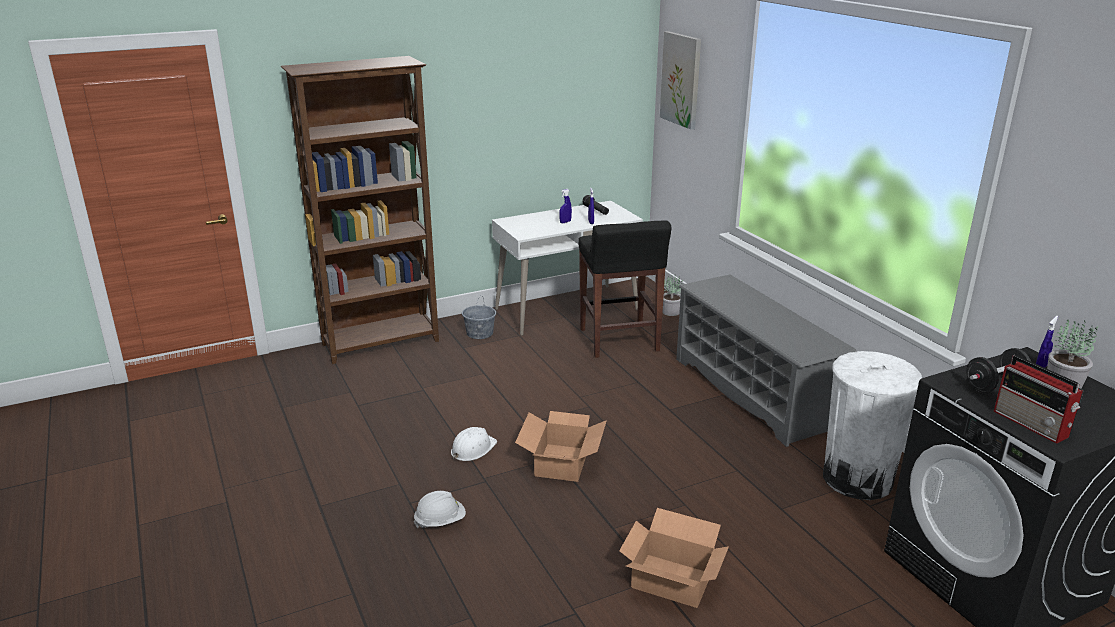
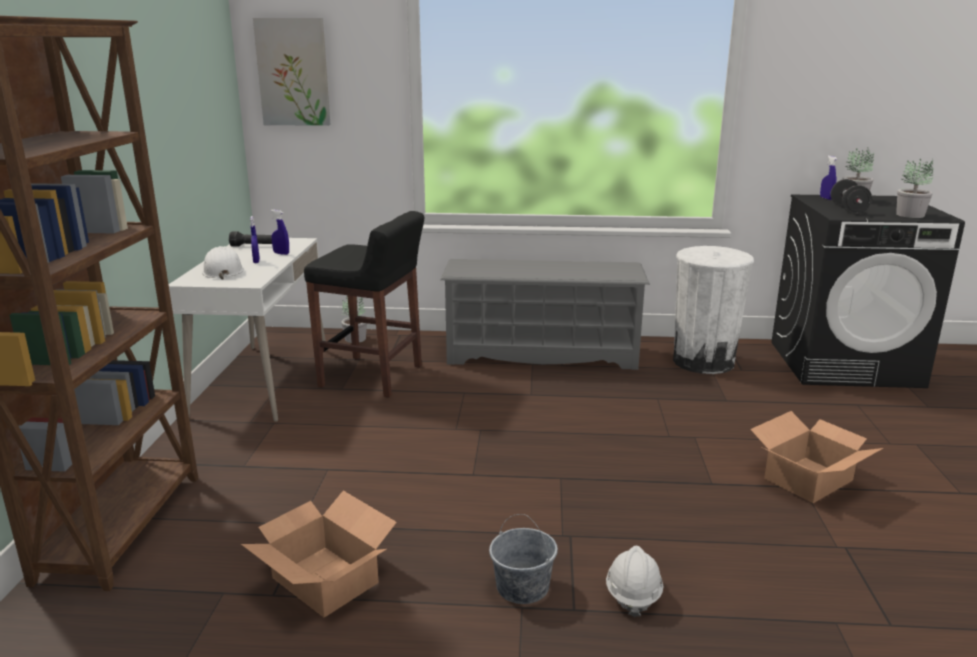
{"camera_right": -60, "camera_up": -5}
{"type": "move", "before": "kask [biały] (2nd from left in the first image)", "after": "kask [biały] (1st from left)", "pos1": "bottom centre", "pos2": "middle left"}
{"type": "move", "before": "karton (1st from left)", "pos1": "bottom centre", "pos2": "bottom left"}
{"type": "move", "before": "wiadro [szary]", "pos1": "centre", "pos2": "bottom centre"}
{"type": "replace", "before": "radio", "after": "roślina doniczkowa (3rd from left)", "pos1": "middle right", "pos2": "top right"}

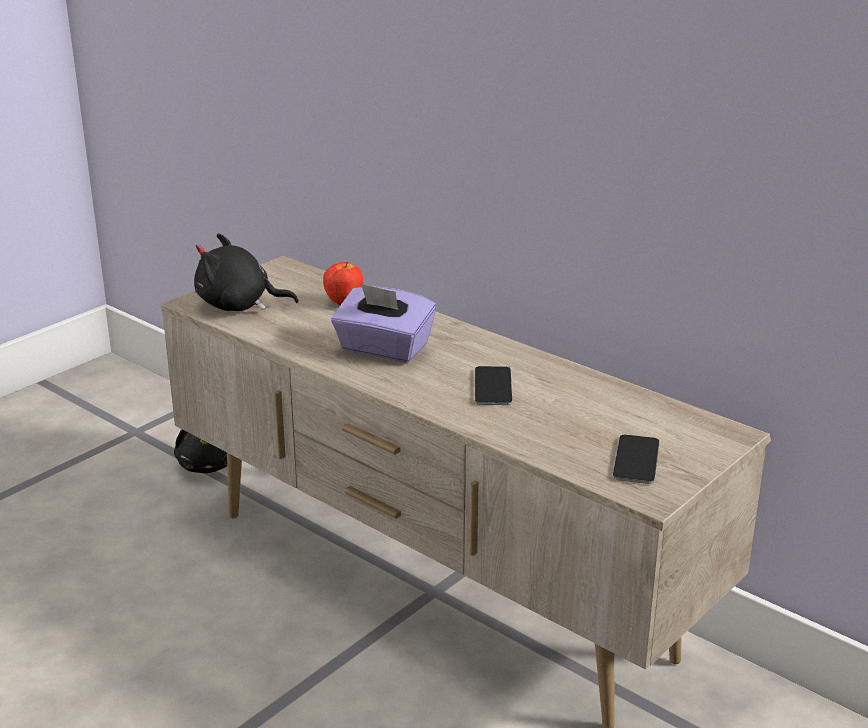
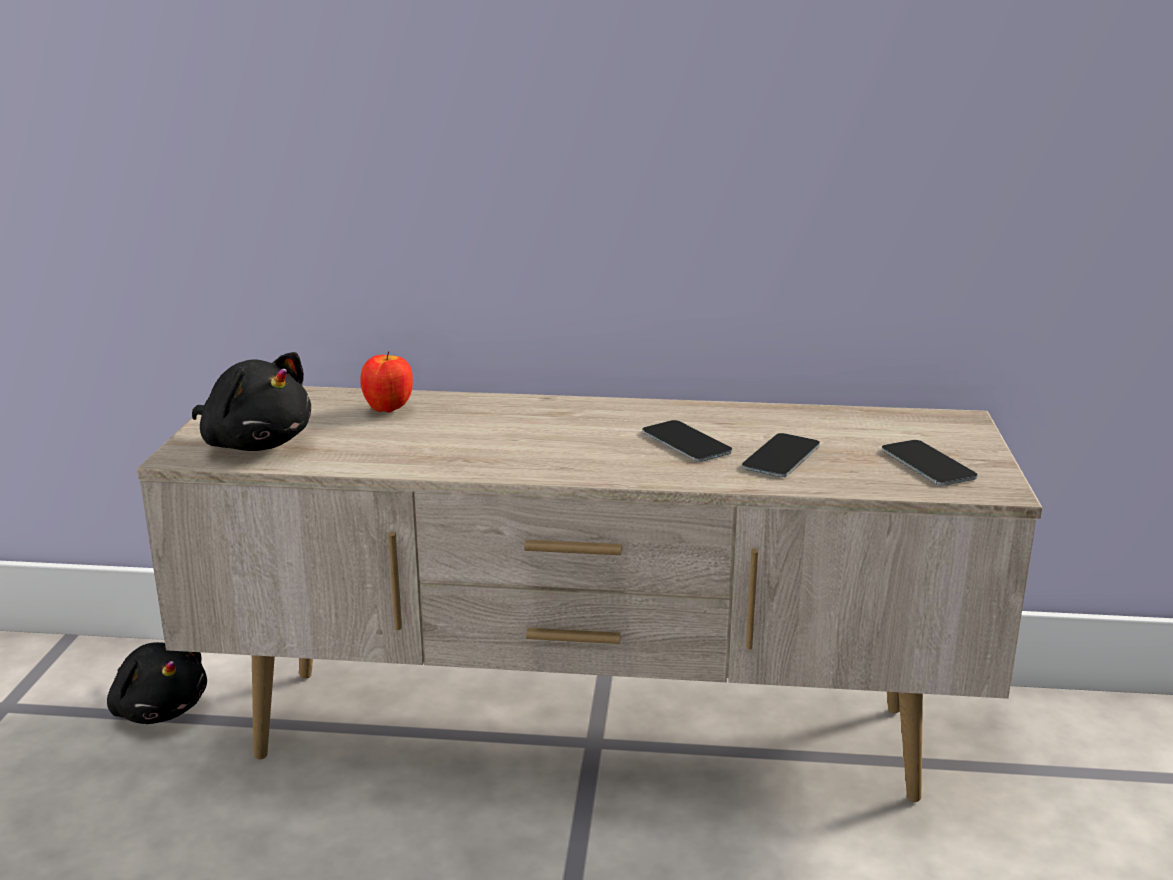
{"camera_right": -35, "camera_up": -5}
{"type": "rotate", "before": "pluszak [czarny] (2nd from left)", "pos1": "middle left", "pos2": "middle left", "turn": -120}
{"type": "insert", "after": "telefon (2nd from left)", "pos2": "centre"}
{"type": "delete", "before": "pudełko chusteczek [fioletowy]", "pos1": "centre"}

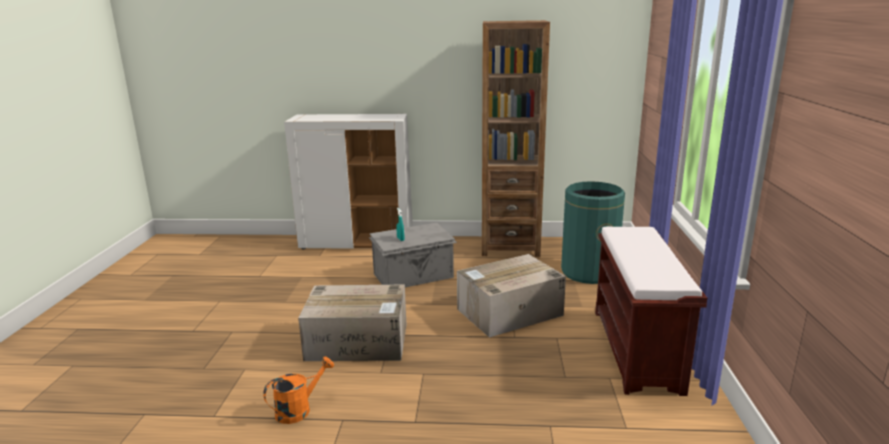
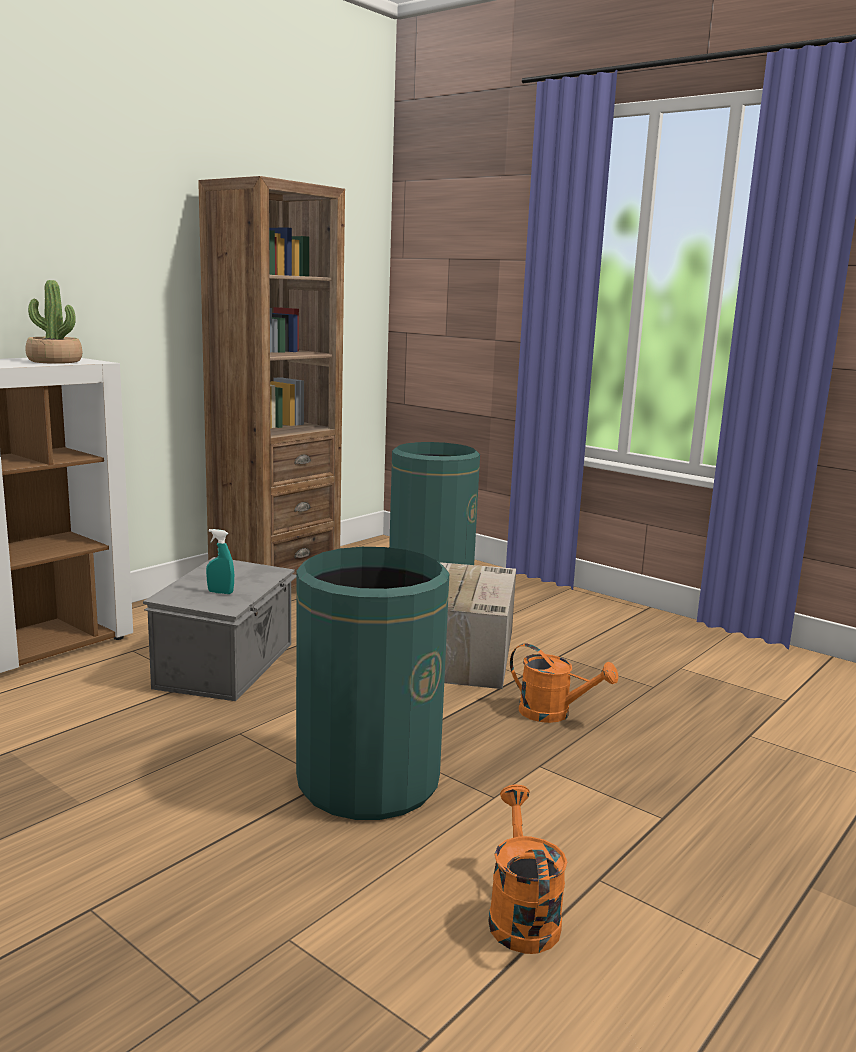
{"camera_right": -55, "camera_up": -5}
{"type": "insert", "after": "roślina doniczkowa", "pos2": "top left"}
{"type": "replace", "before": "karton (1st from left)", "after": "kosz na śmieci [zielony] (1st from left)", "pos1": "bottom centre", "pos2": "centre"}
{"type": "insert", "after": "konewka [pomarańczowy] (2nd from left)", "pos2": "centre"}
{"type": "delete", "before": "ławka [brązowy]", "pos1": "bottom right"}

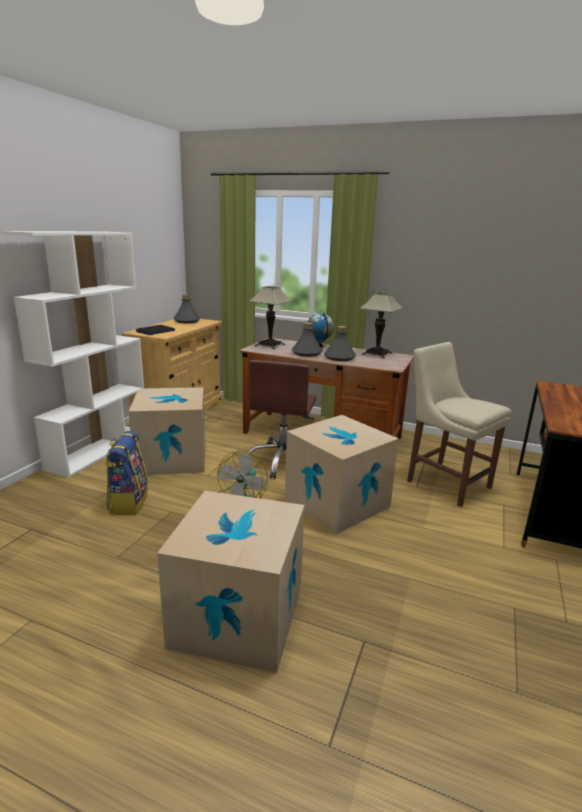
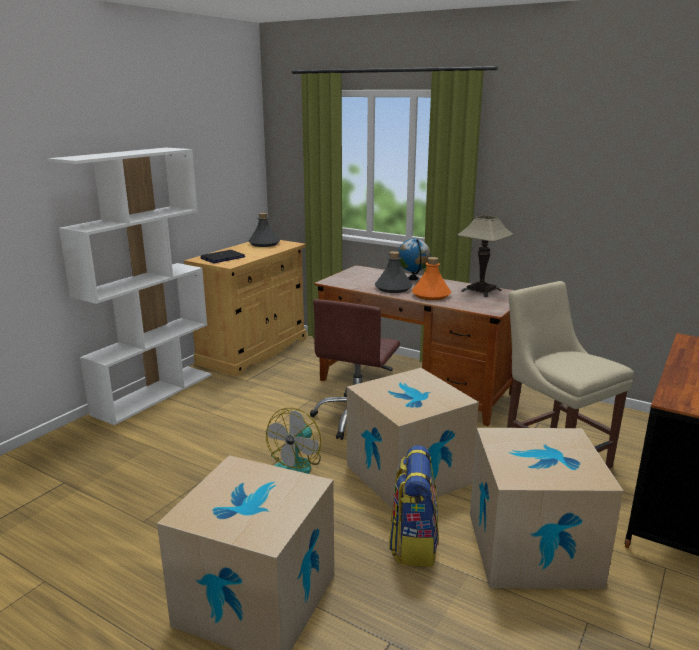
{"camera_right": 10, "camera_up": 0}
{"type": "move", "before": "plecak", "pos1": "middle left", "pos2": "bottom centre"}
{"type": "recolor", "before": "butelka [szary] (3rd from left)", "after": "butelka [pomarańczowy]", "pos1": "centre", "pos2": "centre"}
{"type": "move", "before": "karton (1st from left in the first image)", "after": "karton (3rd from left)", "pos1": "middle left", "pos2": "bottom right"}
{"type": "delete", "before": "lampa stołowa (1st from left)", "pos1": "centre"}

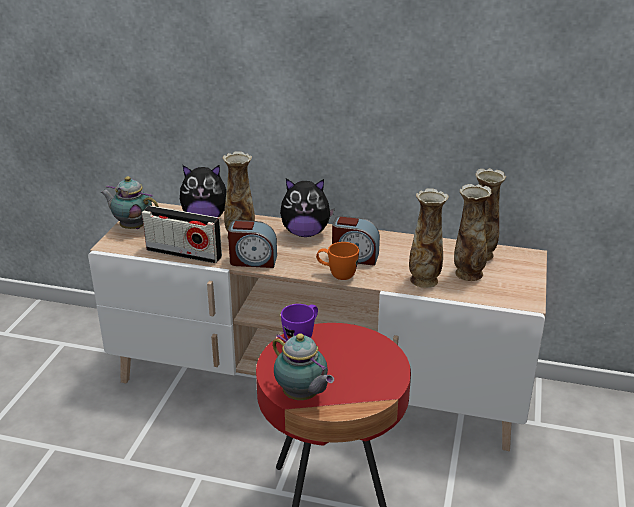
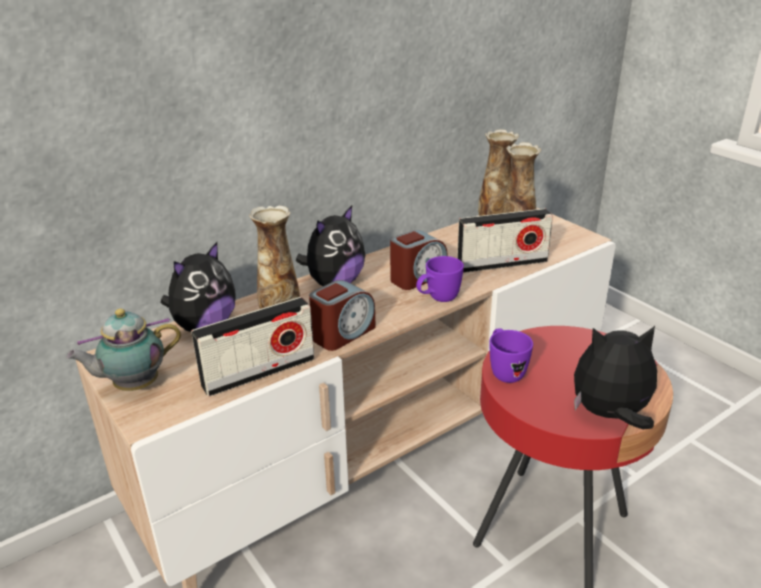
{"camera_right": -50, "camera_up": 0}
{"type": "recolor", "before": "kubek [pomarańczowy]", "after": "kubek [fioletowy] (1st from left)", "pos1": "centre", "pos2": "centre"}
{"type": "replace", "before": "wazon (2nd from left)", "after": "radio (2nd from left)", "pos1": "middle right", "pos2": "centre"}
{"type": "replace", "before": "imbryk (2nd from left)", "after": "pluszak (3rd from left)", "pos1": "bottom centre", "pos2": "middle right"}

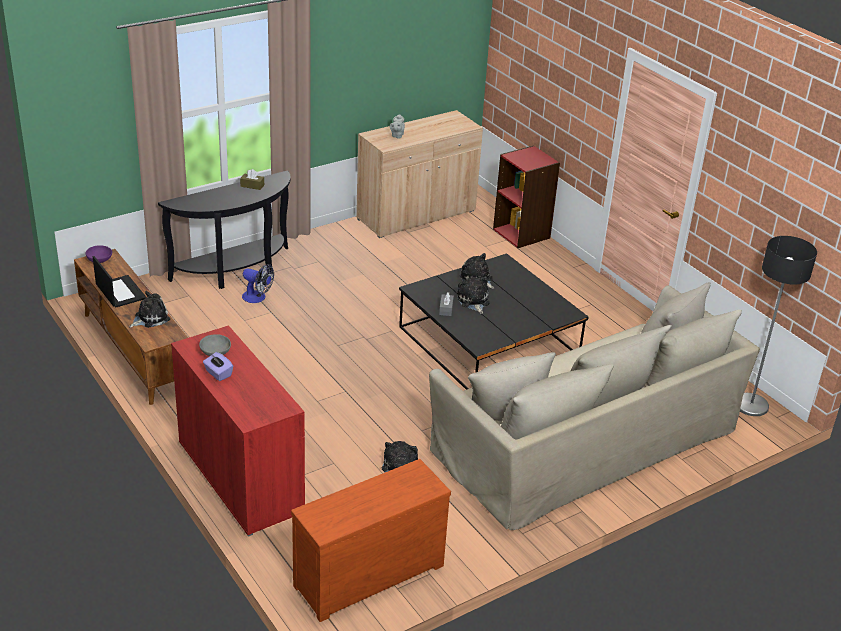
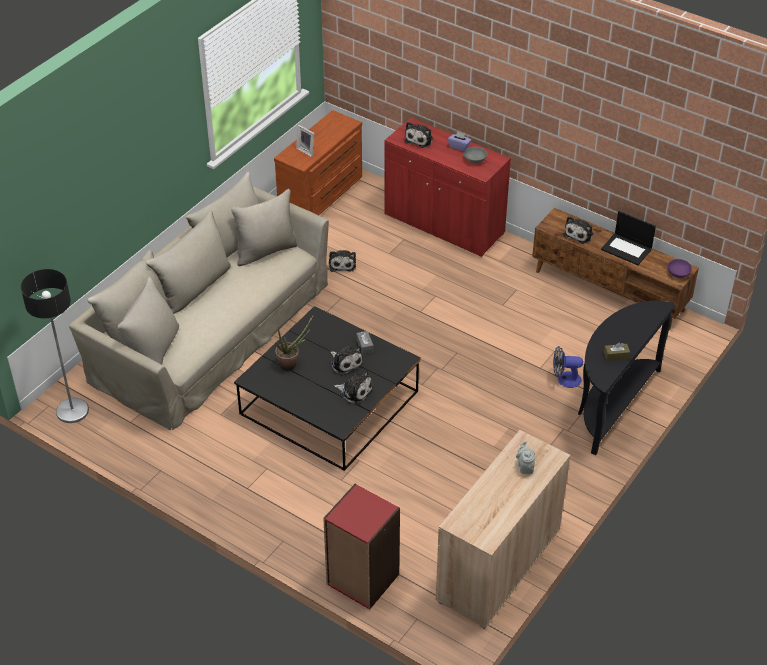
{"camera_right": 160, "camera_up": 10}
{"type": "insert", "after": "roślina doniczkowa", "pos2": "centre"}
{"type": "insert", "after": "ramka na zdjęcie", "pos2": "top centre"}
{"type": "insert", "after": "pluszak (4th from left)", "pos2": "top centre"}

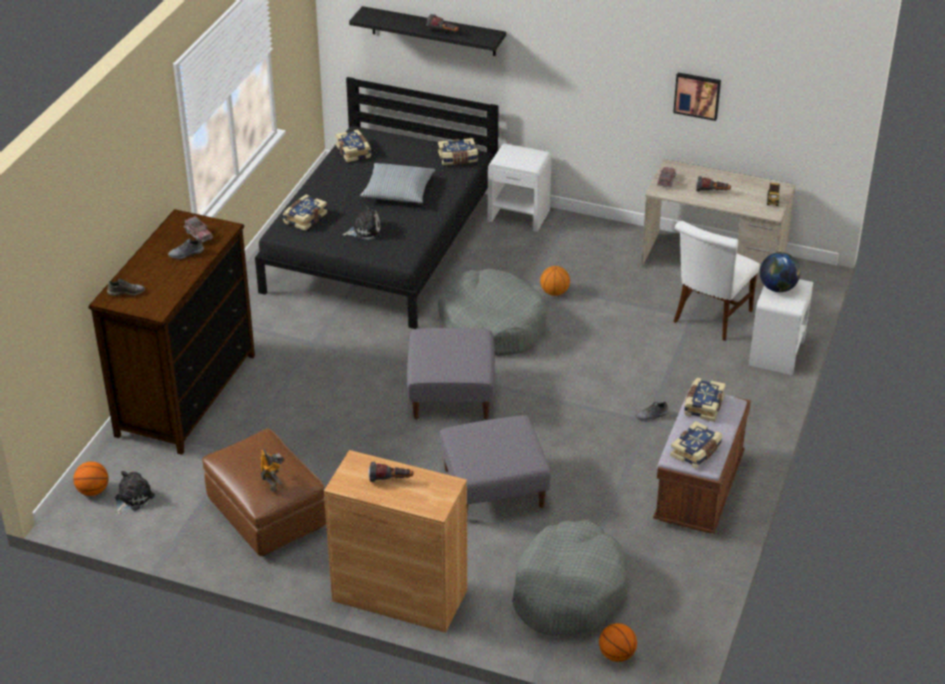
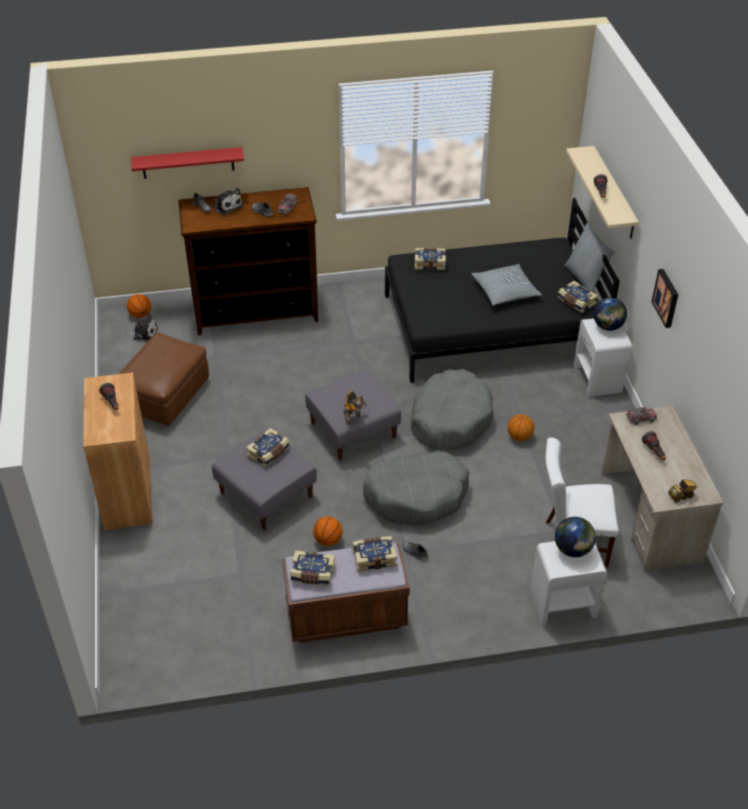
{"camera_right": 60, "camera_up": 5}
{"type": "insert", "after": "półka [czerwony]", "pos2": "top left"}
{"type": "move", "before": "pluszak (2nd from left)", "pos1": "top centre", "pos2": "top left"}
{"type": "move", "before": "książka (2nd from left in the first image)", "after": "książka (1st from left)", "pos1": "top centre", "pos2": "centre"}
{"type": "move", "before": "piłka do koszykówki (3rd from left in the first image)", "after": "piłka do koszykówki (2nd from left)", "pos1": "bottom centre", "pos2": "centre"}
{"type": "move", "before": "robot zabawkowy", "pos1": "bottom left", "pos2": "centre"}
{"type": "move", "before": "legowisko [szary] (2nd from left in the first image)", "after": "legowisko [szary] (1st from left)", "pos1": "bottom centre", "pos2": "centre"}
{"type": "insert", "after": "poduszka (2nd from left)", "pos2": "top right"}
{"type": "recolor", "before": "półka [czarny]", "after": "półka [beżowy]", "pos1": "top centre", "pos2": "top right"}
{"type": "insert", "after": "globus (2nd from left)", "pos2": "middle right"}
{"type": "move", "before": "obraz", "pos1": "top right", "pos2": "middle right"}

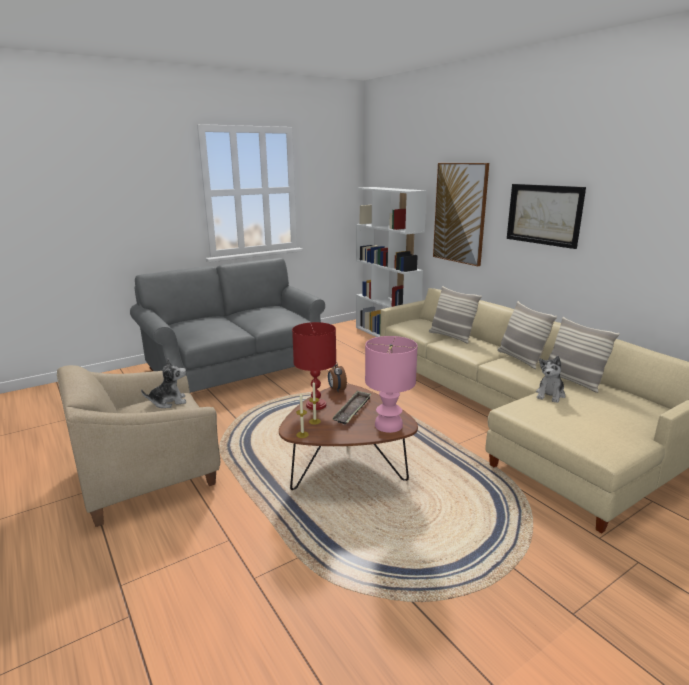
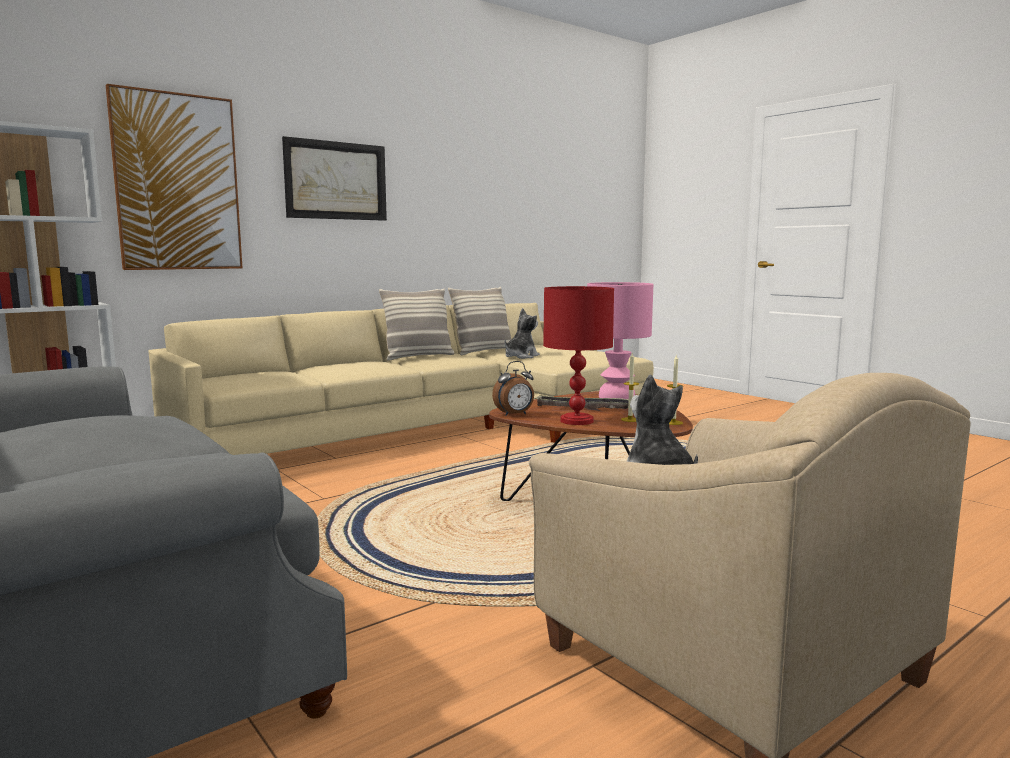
{"camera_right": -95, "camera_up": -10}
{"type": "rotate", "before": "pluszak (2nd from left in the first image)", "pos1": "middle right", "pos2": "centre", "turn": -75}
{"type": "delete", "before": "poduszka (1st from left)", "pos1": "centre"}

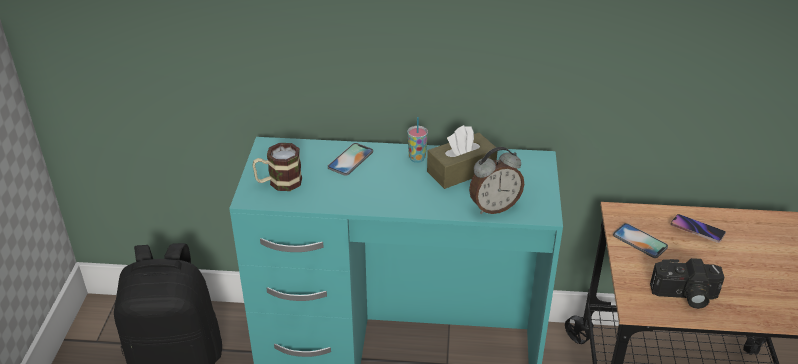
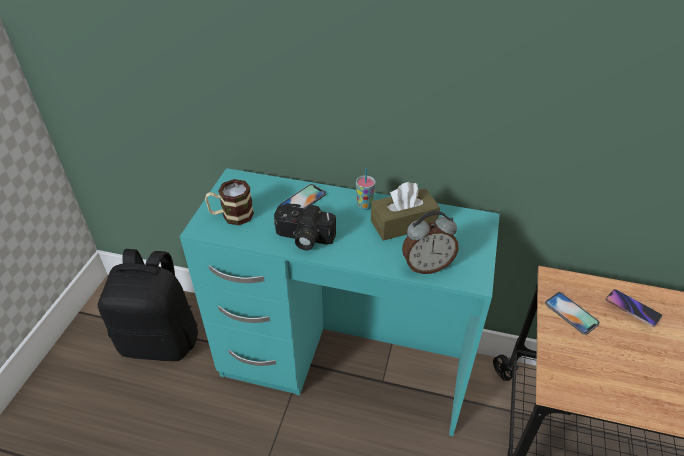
{"camera_right": 10, "camera_up": 5}
{"type": "move", "before": "aparat fotograficzny", "pos1": "bottom right", "pos2": "centre"}

